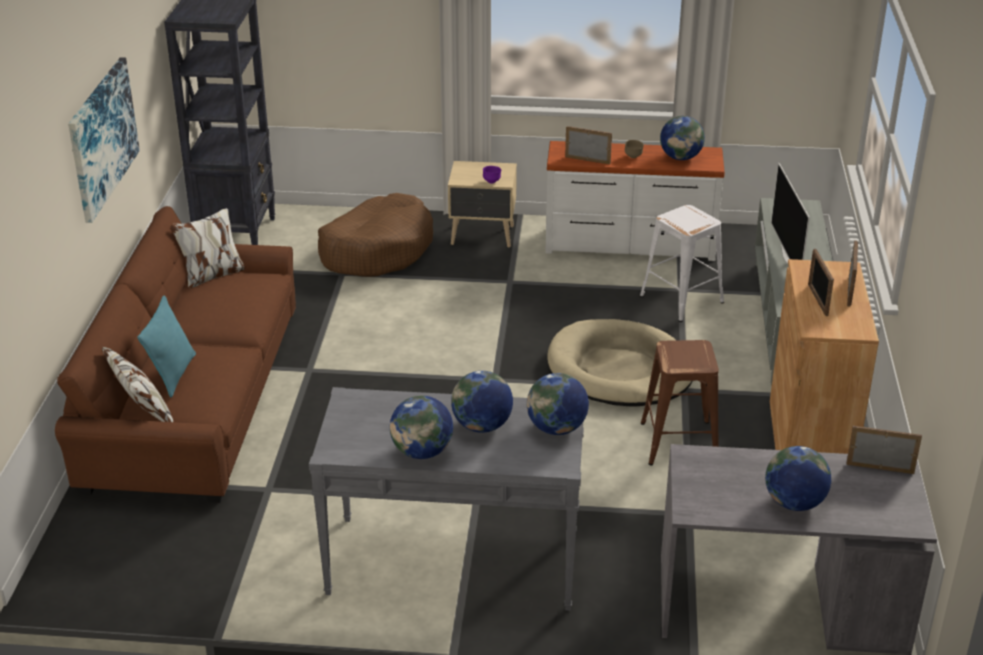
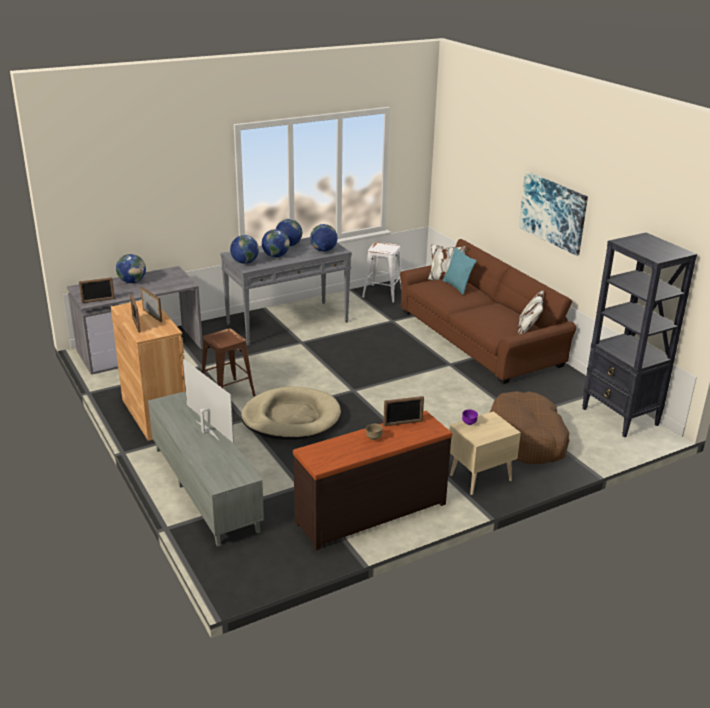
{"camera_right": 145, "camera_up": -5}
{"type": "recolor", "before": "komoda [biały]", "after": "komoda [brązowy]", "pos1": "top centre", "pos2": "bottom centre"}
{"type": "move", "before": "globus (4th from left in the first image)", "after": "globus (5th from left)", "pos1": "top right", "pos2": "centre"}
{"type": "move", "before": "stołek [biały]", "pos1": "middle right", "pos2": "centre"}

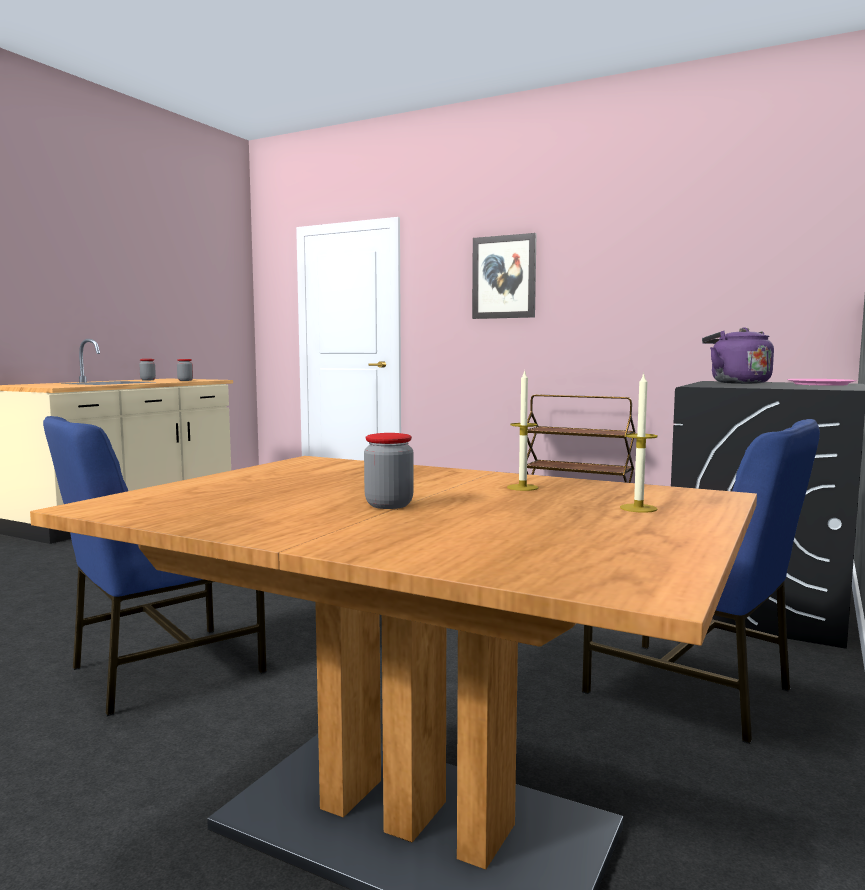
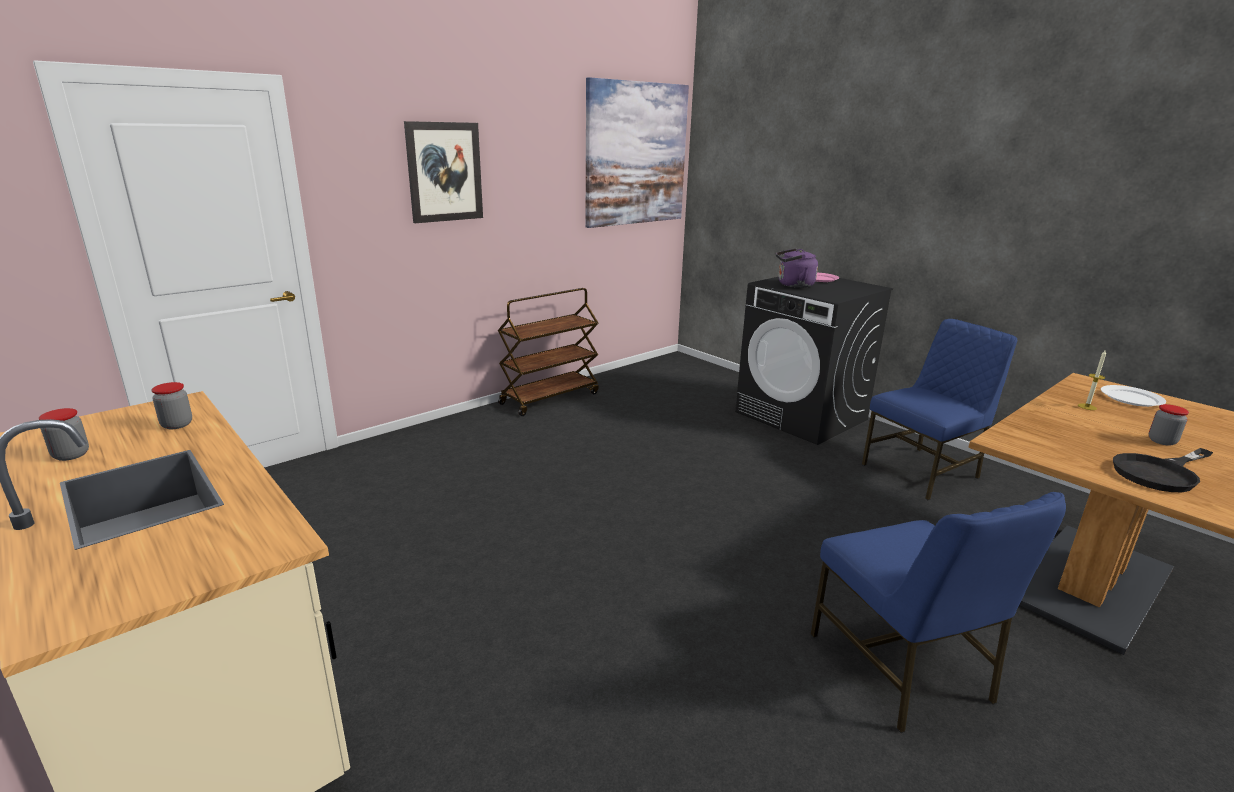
{"camera_right": -70, "camera_up": 15}
{"type": "insert", "after": "obraz (2nd from left)", "pos2": "top centre"}
{"type": "replace", "before": "świeca (2nd from left)", "after": "talerz [biały]", "pos1": "middle right", "pos2": "middle right"}
{"type": "insert", "after": "patelnia [czarny]", "pos2": "middle right"}

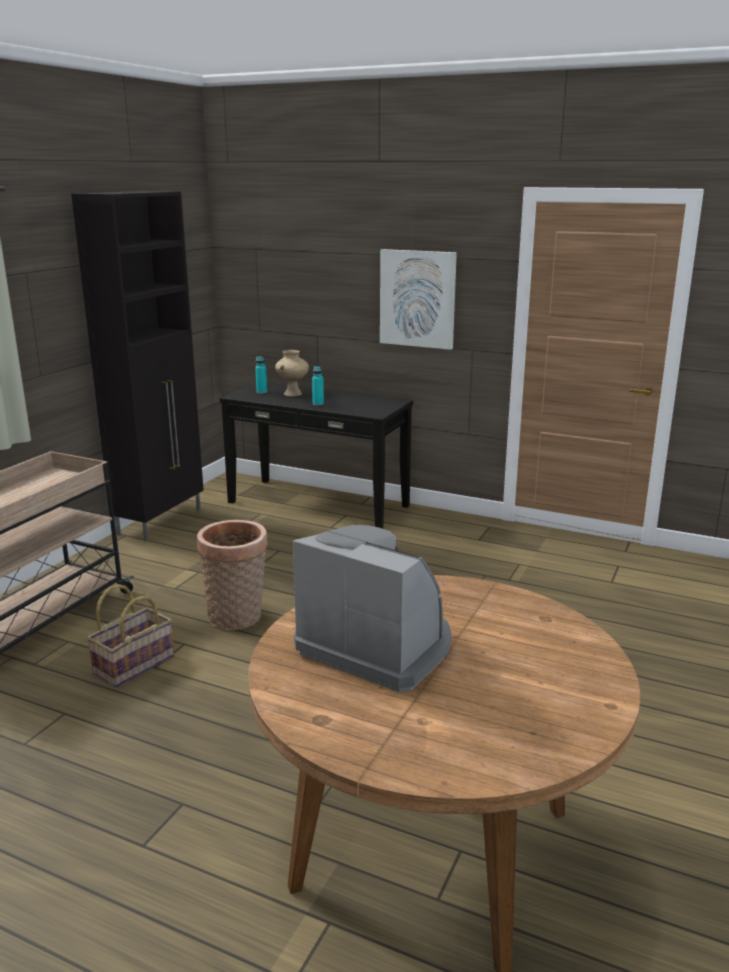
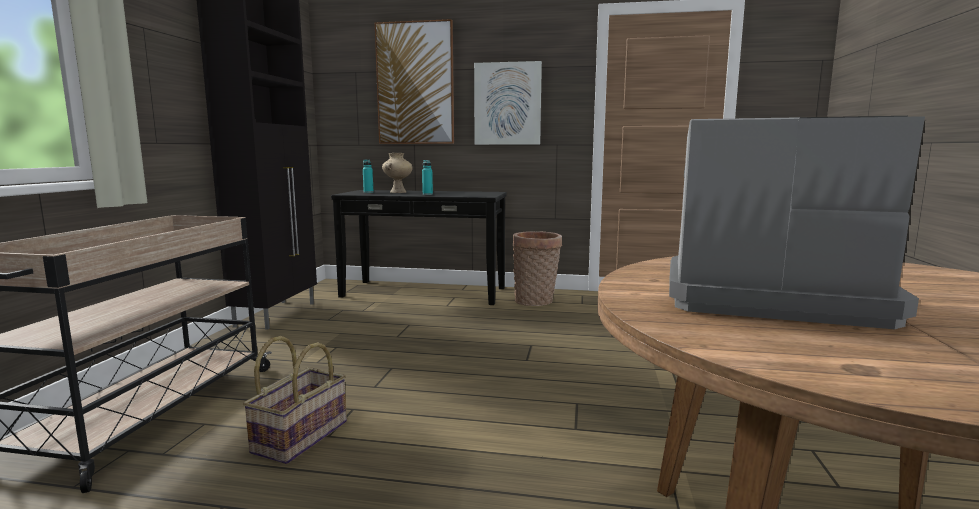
{"camera_right": -15, "camera_up": -10}
{"type": "insert", "after": "obraz (1st from left)", "pos2": "top centre"}
{"type": "move", "before": "koszyk (2nd from left)", "pos1": "middle left", "pos2": "centre"}

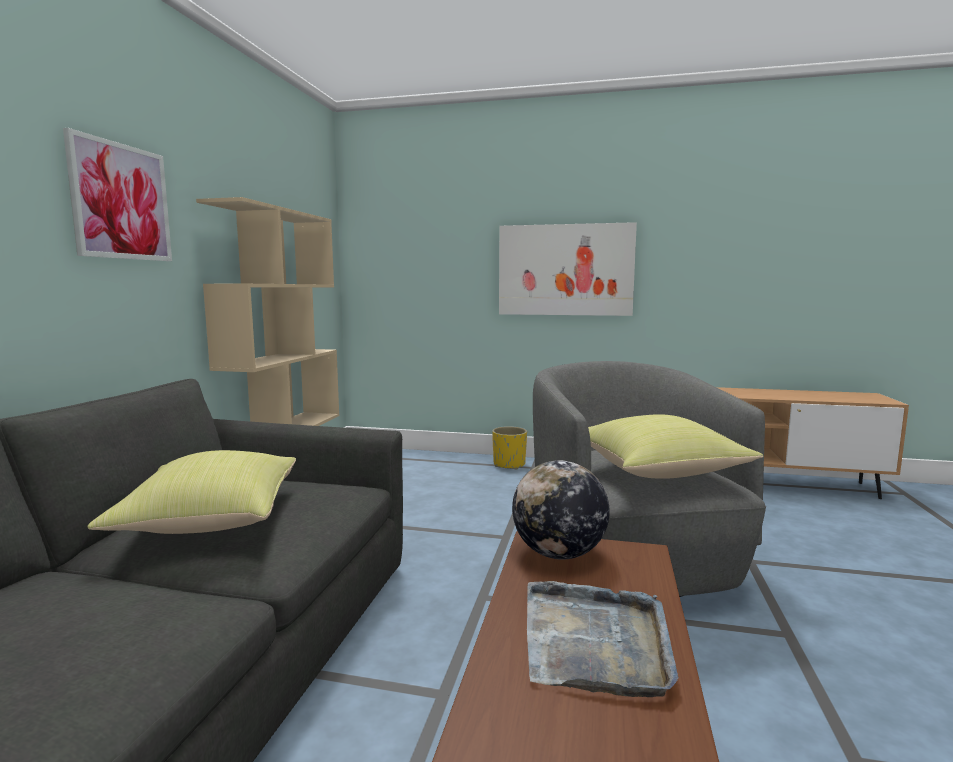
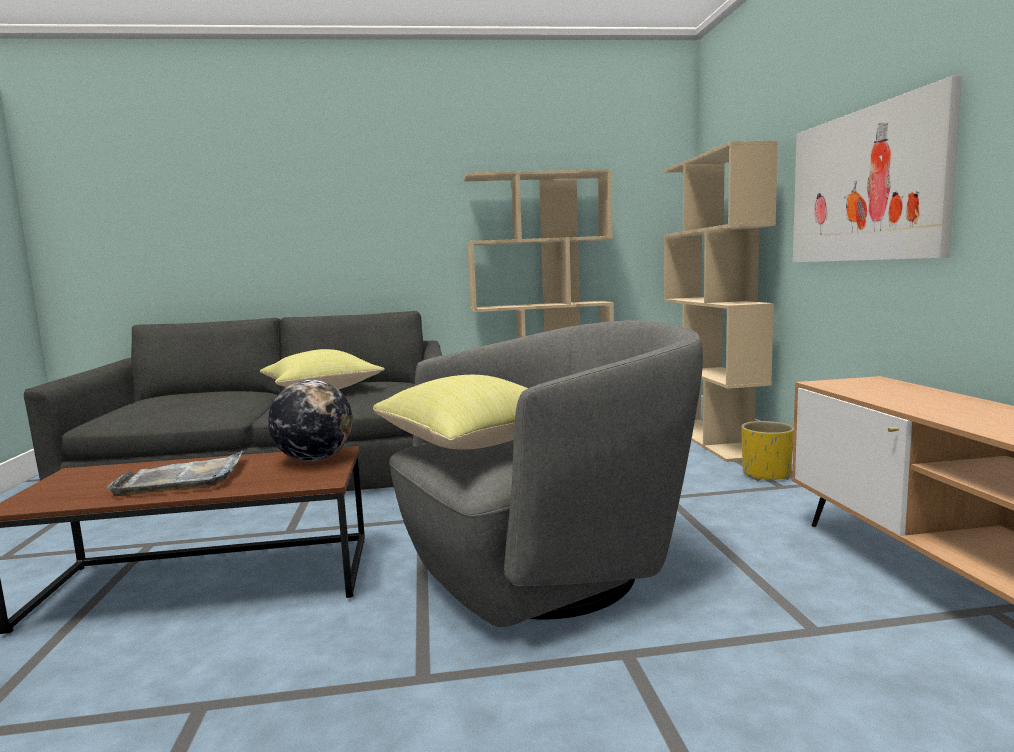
{"camera_right": 70, "camera_up": 0}
{"type": "insert", "after": "regał [beżowy] (2nd from left)", "pos2": "middle right"}
{"type": "delete", "before": "obraz (1st from left)", "pos1": "top left"}

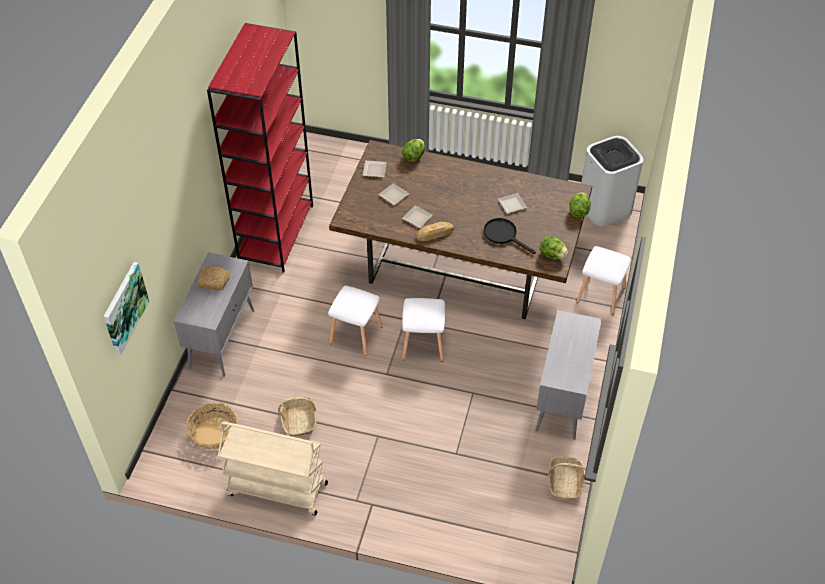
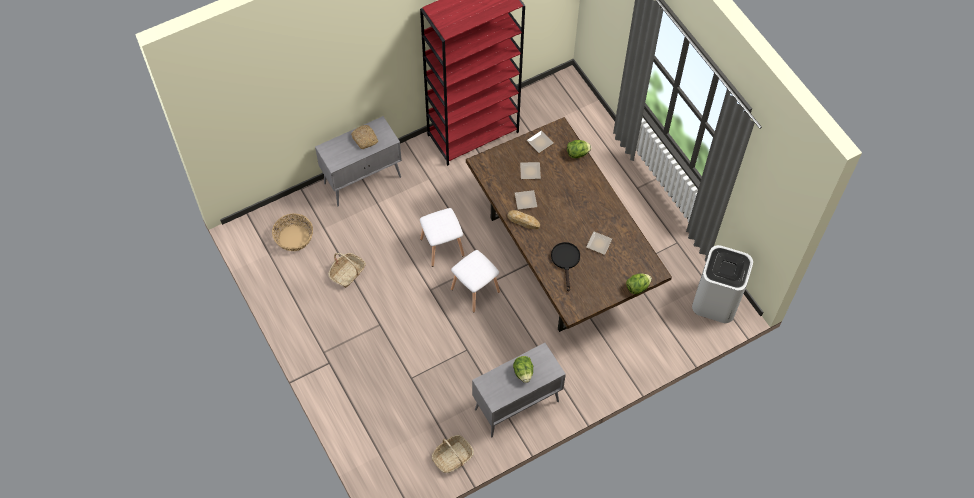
{"camera_right": 45, "camera_up": 10}
{"type": "move", "before": "sałata (2nd from left in the first image)", "after": "sałata (1st from left)", "pos1": "middle right", "pos2": "bottom centre"}
{"type": "delete", "before": "obraz", "pos1": "middle left"}
{"type": "delete", "before": "wózek [beżowy]", "pos1": "bottom left"}
{"type": "delete", "before": "stołek [biały] (3rd from left)", "pos1": "middle right"}

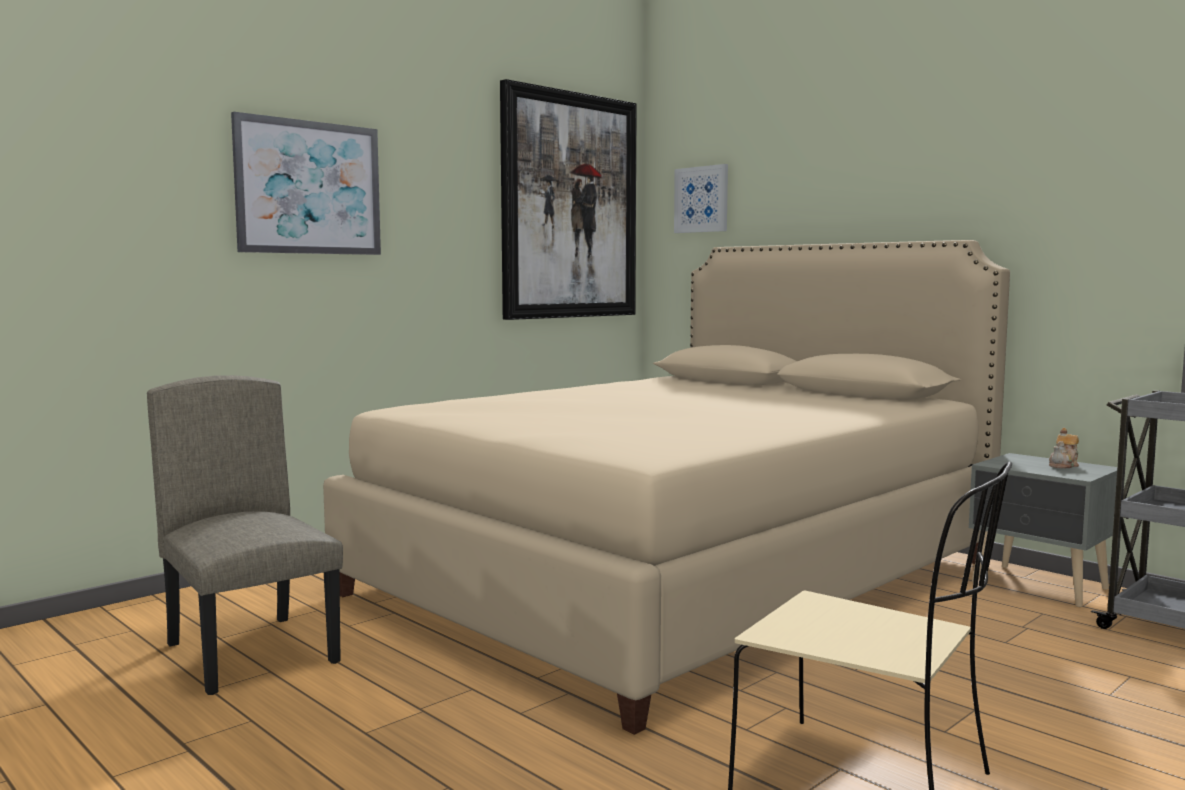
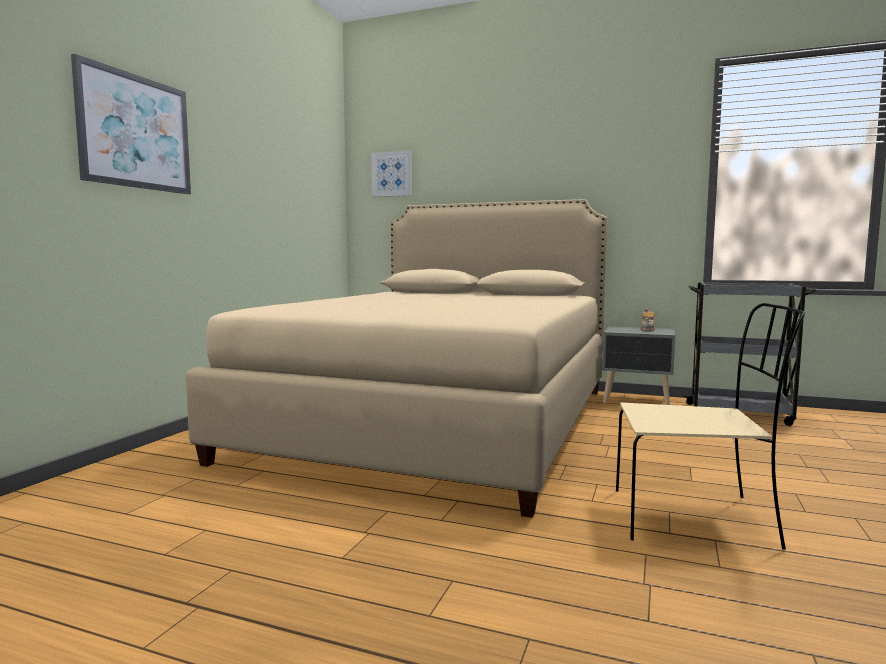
{"camera_right": -25, "camera_up": 0}
{"type": "delete", "before": "krzesło [beżowy] (1st from left)", "pos1": "bottom left"}
{"type": "delete", "before": "obraz (2nd from left)", "pos1": "top centre"}

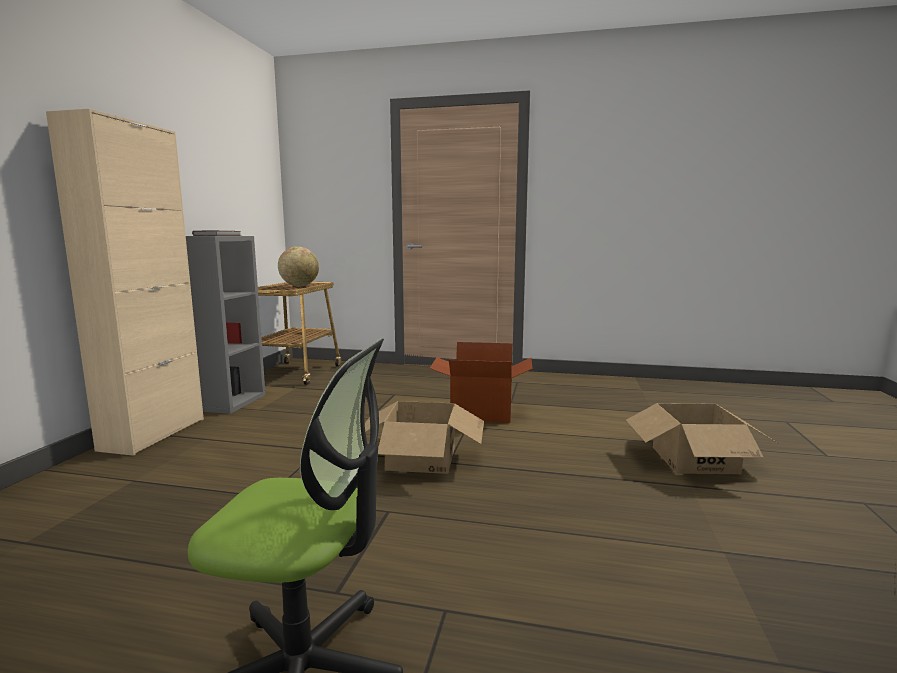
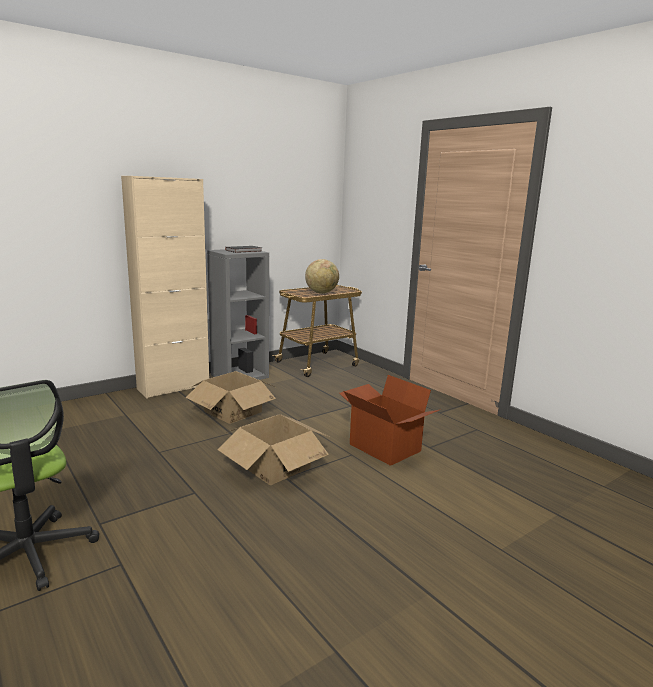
{"camera_right": 40, "camera_up": 5}
{"type": "move", "before": "karton (3rd from left in the first image)", "after": "karton (1st from left)", "pos1": "middle right", "pos2": "centre"}

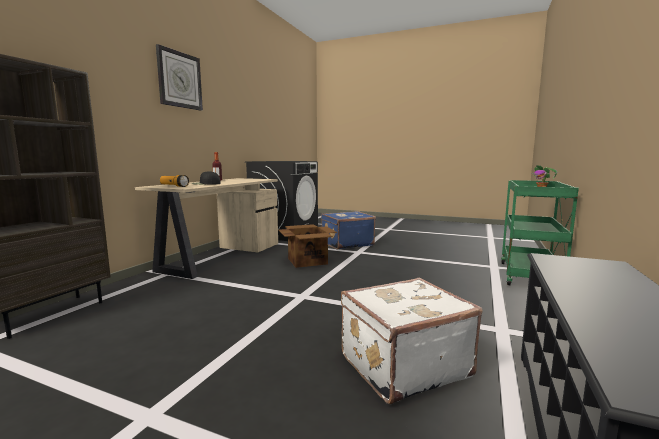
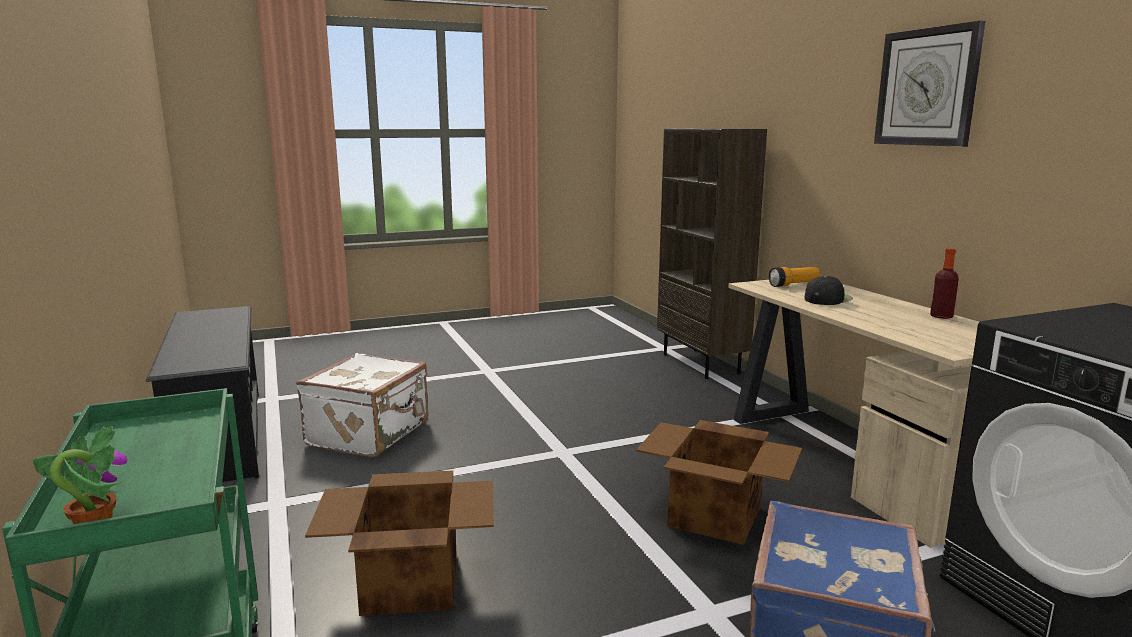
{"camera_right": 135, "camera_up": 5}
{"type": "insert", "after": "karton (1st from left)", "pos2": "bottom centre"}

